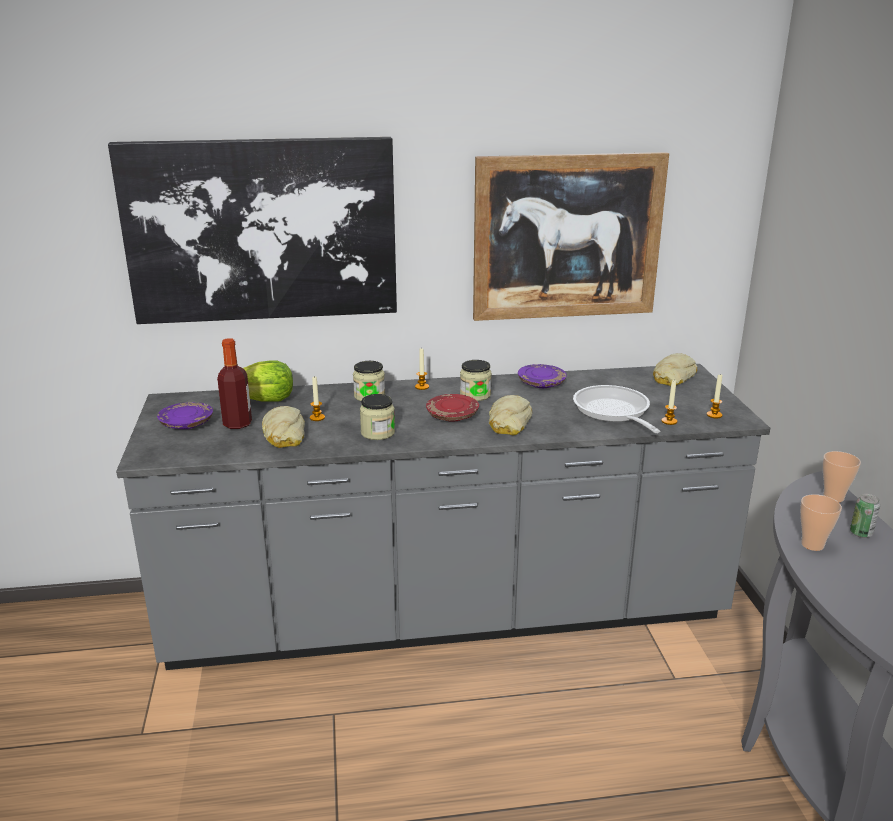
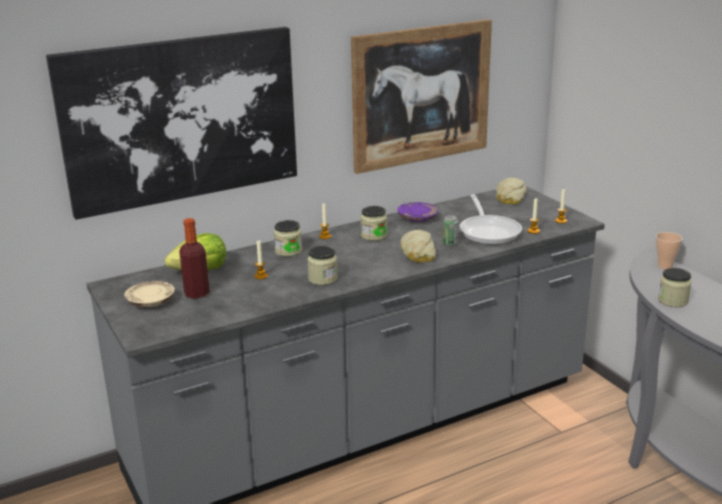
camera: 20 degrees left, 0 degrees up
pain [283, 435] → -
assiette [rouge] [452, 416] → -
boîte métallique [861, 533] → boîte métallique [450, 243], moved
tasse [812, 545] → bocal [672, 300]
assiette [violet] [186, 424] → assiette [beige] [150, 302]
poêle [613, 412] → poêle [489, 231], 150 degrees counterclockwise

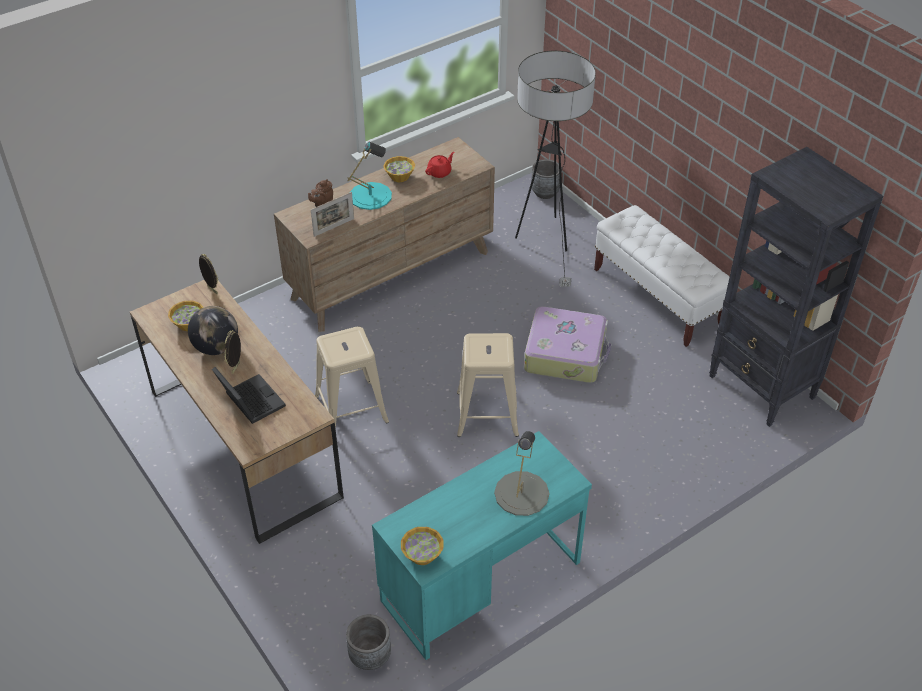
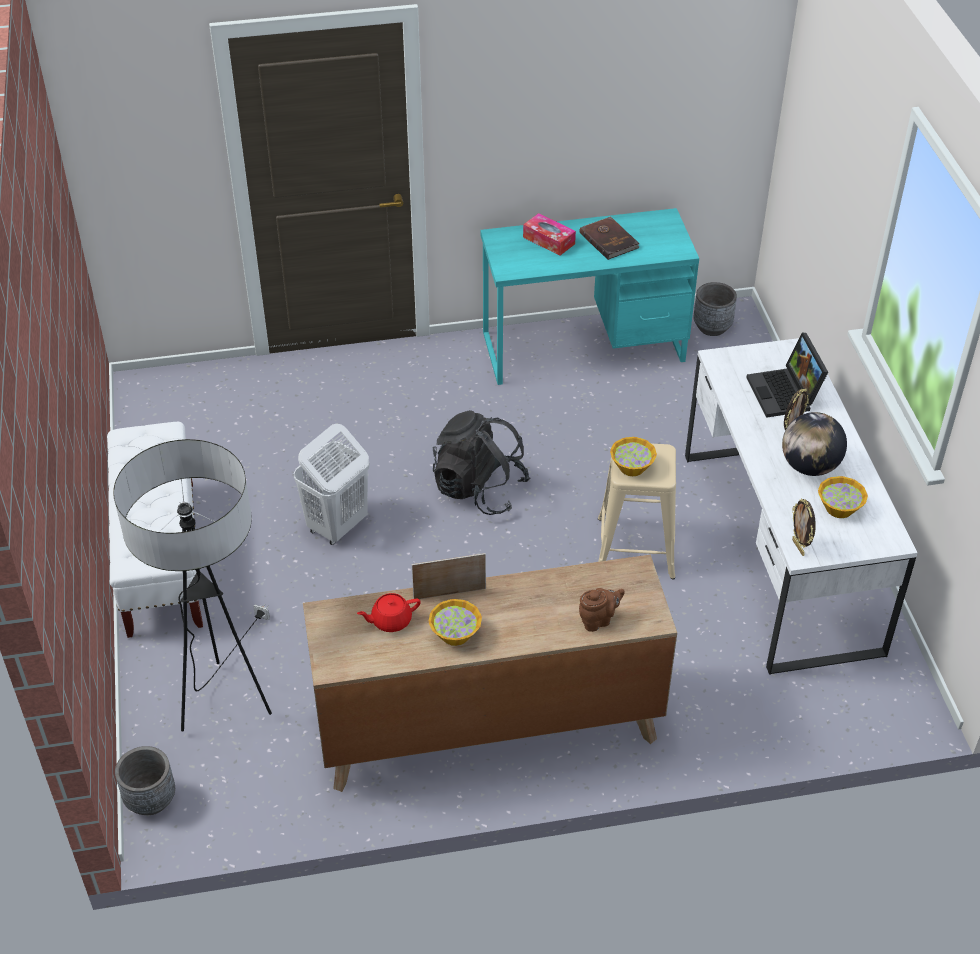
camera: 155 degrees left, 0 degrees up
lampe de table [turquoise] [370, 196] → -
bibliothèque [noir] [762, 388] → -
- → livre [marron] [609, 240]
cadre photo [334, 227] → cadre photo [449, 594], moved
bol [422, 555] → bol [632, 467], moved
tabouret [beige] [487, 413] → sac à dos [noir] [479, 489]
lampe de table [gris] [521, 493] → boîte à mouchoirs [549, 240]
valise [566, 353] → panier à linge [blanc] [337, 526]
bureau [marron] [244, 443] → bureau [blanc] [779, 550]

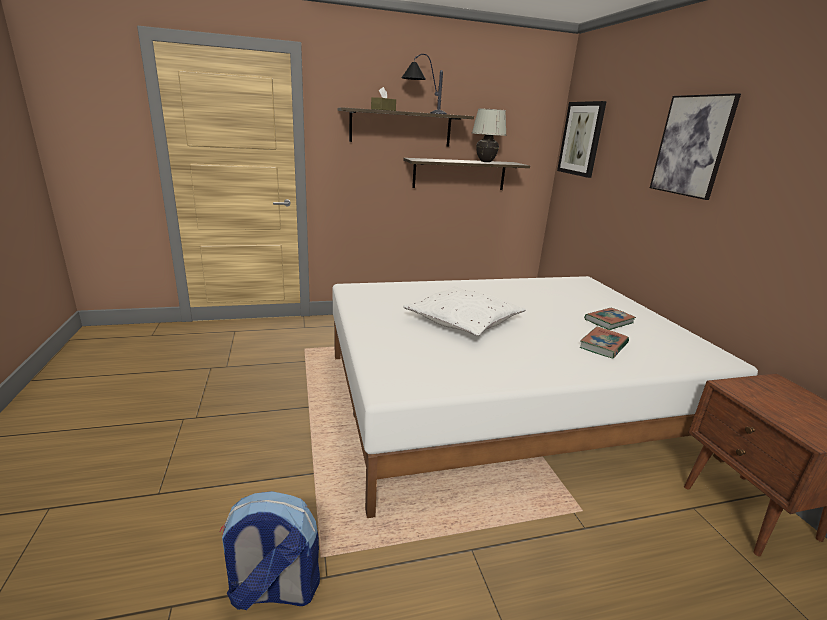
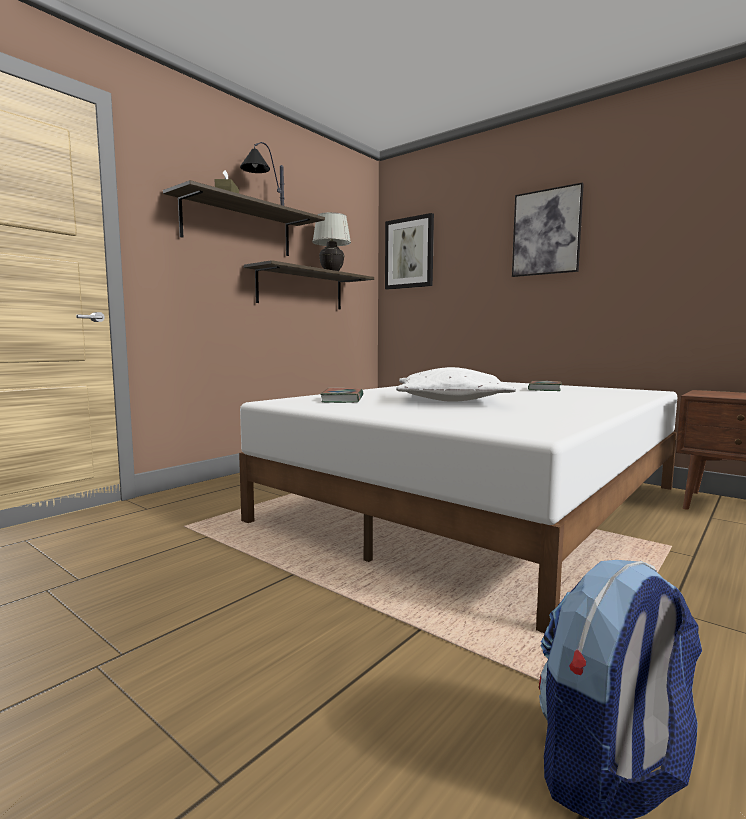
camera: 35 degrees left, 15 degrees down
livre [603, 345] → livre [342, 399], moved

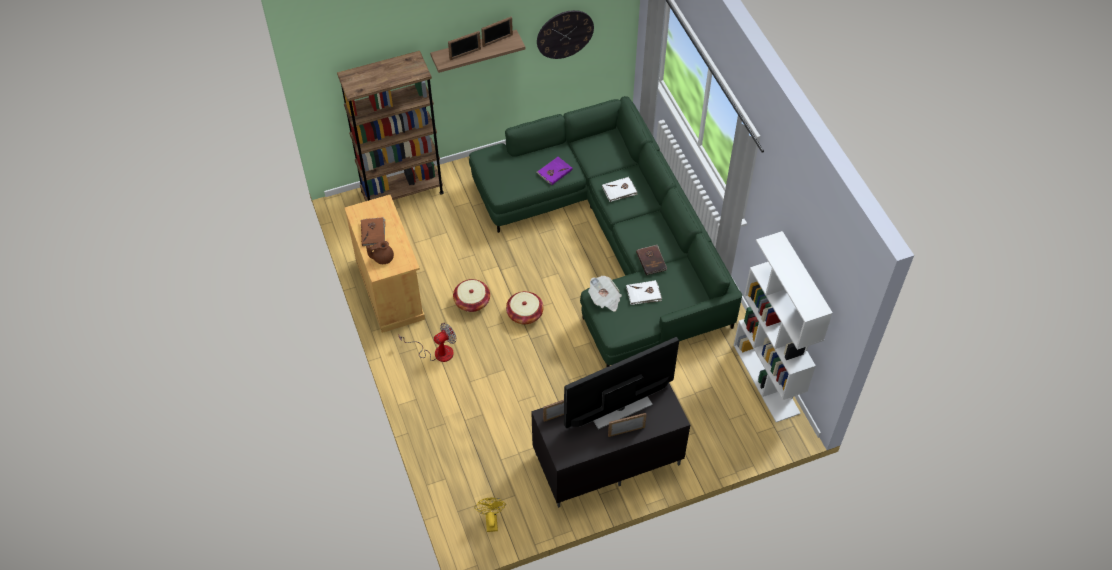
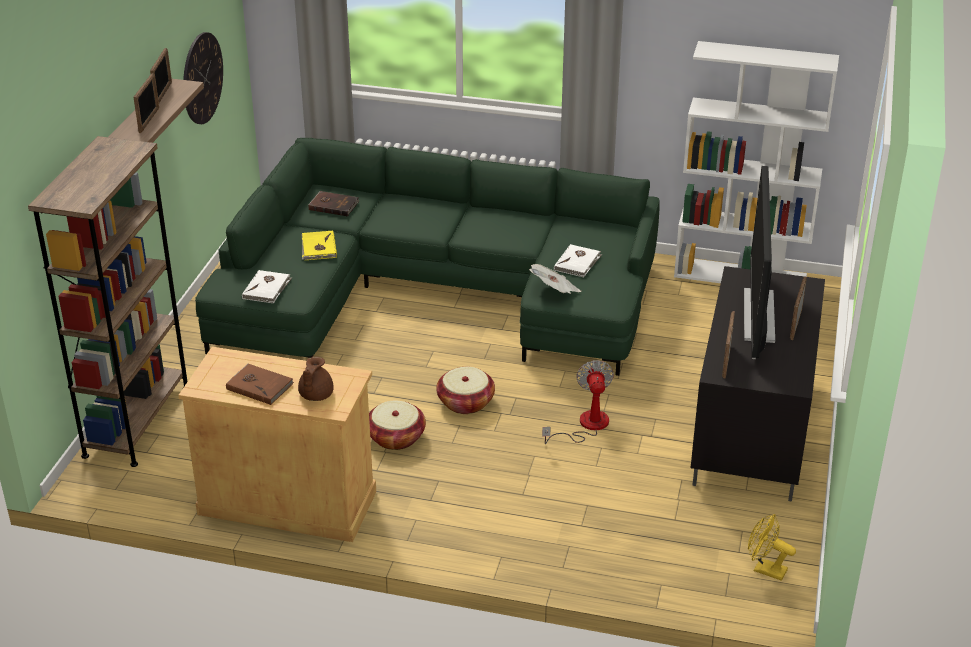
camera: 55 degrees left, 20 degrees down
ventilateur [436, 352] → ventilateur [585, 426], moved
livre [blanc] [619, 190] → livre [blanc] [267, 288], moved
livre [marron] [651, 260] → livre [marron] [333, 205], moved
livre [violet] [554, 171] → livre [jaune] [318, 248]

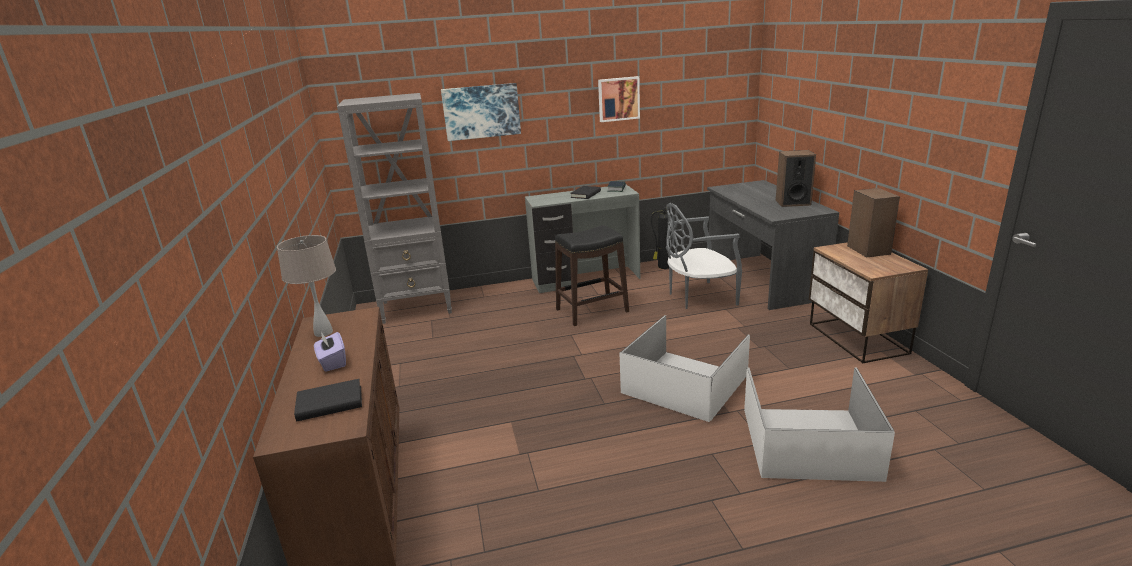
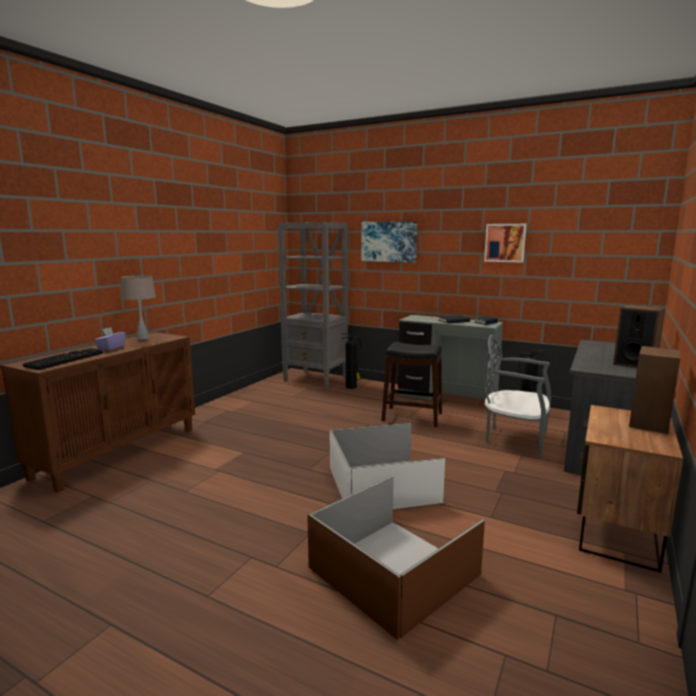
camera: 40 degrees right, 10 degrees down
- → extincteur [351, 387]
livre [noir] [330, 404] → clavier [65, 359]
boîte de rangement [blanc] [810, 442] → boîte de rangement [marron] [395, 572]

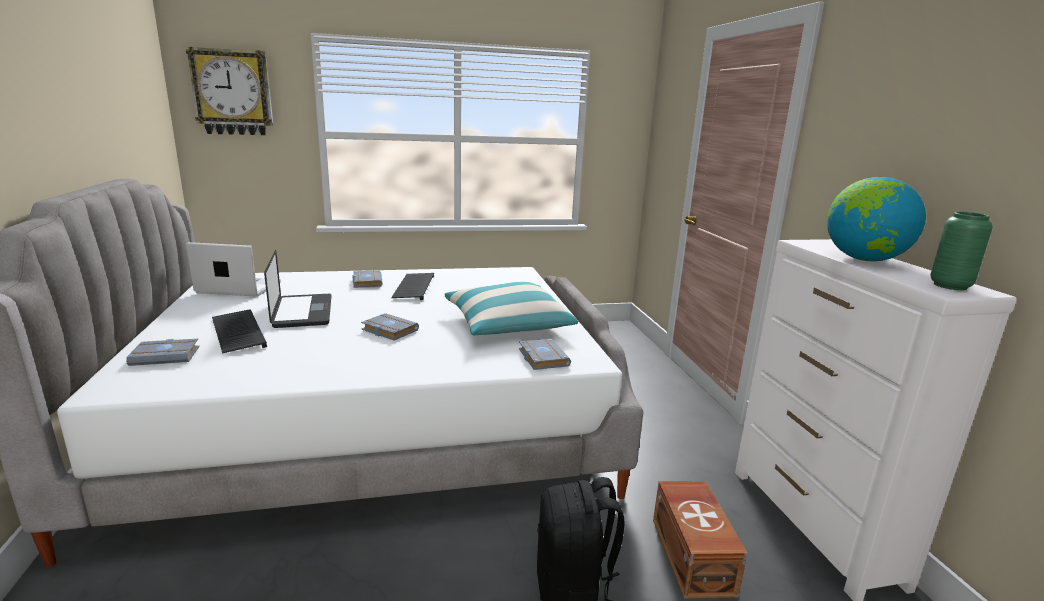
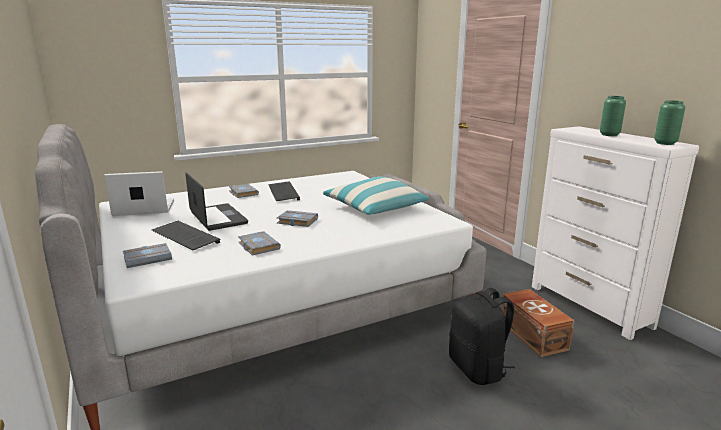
camera: 15 degrees left, 0 degrees up
horloge murale [233, 92] → -
livre [gris] [541, 358] → livre [gris] [257, 246], moved
globe [864, 259] → vase [vert] [609, 135]

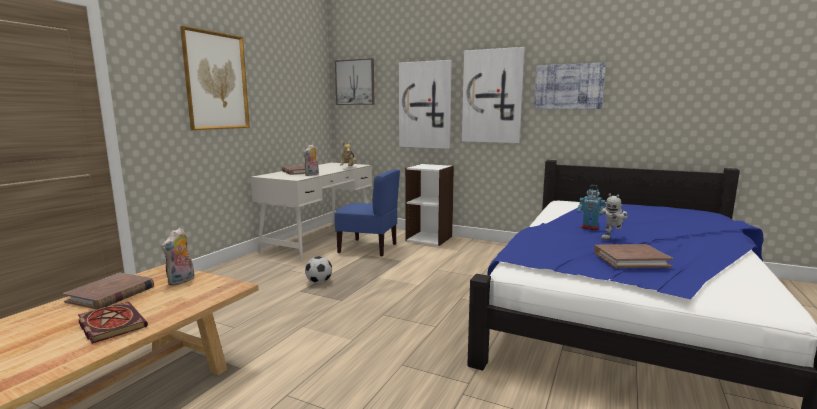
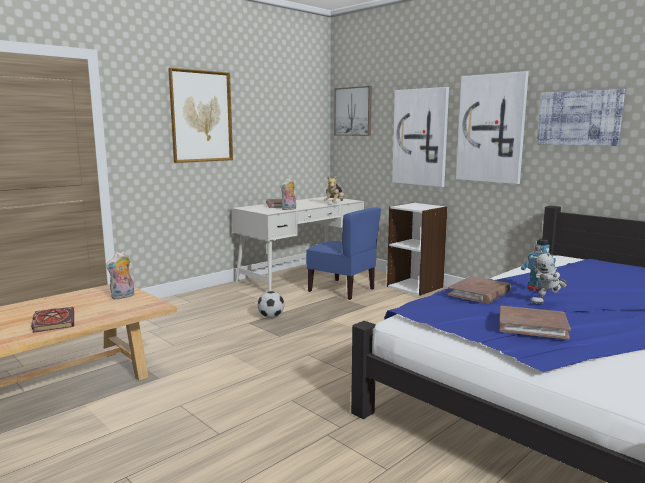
camera: 20 degrees right, 0 degrees up
livre [marron] [111, 294] → livre [marron] [479, 293], moved

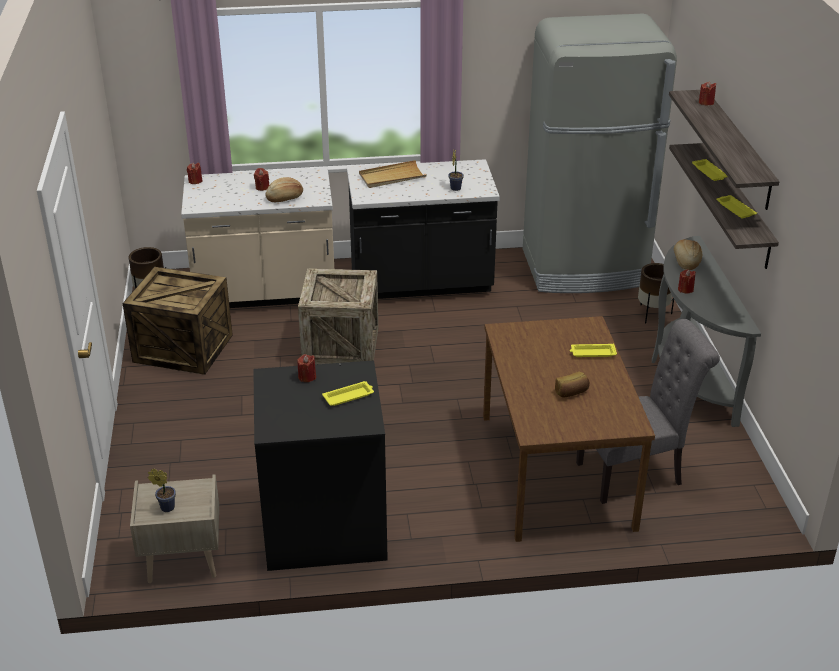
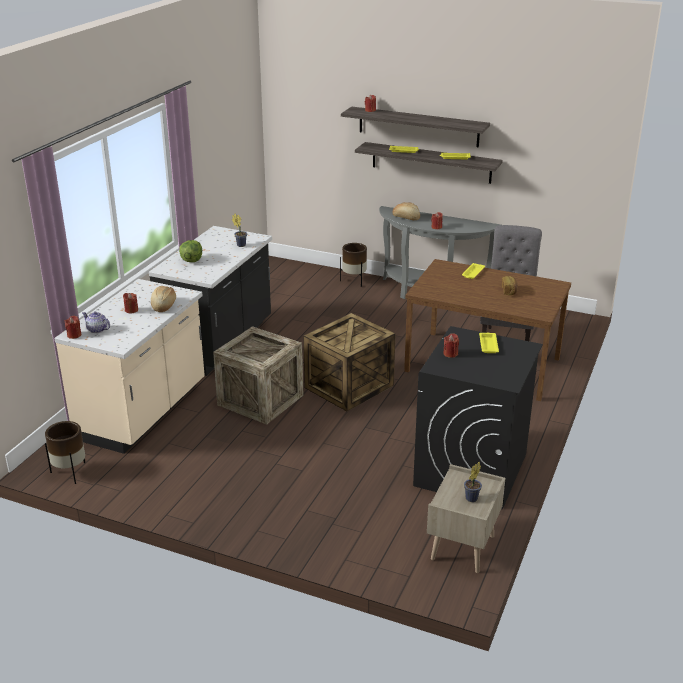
camera: 60 degrees left, 5 degrees down
réfrigérateur [gris] [585, 268] → -
- → théière [97, 330]
caisse [182, 349] → caisse [349, 387], moved
plateau [beige] [392, 177] → laitue [191, 260]

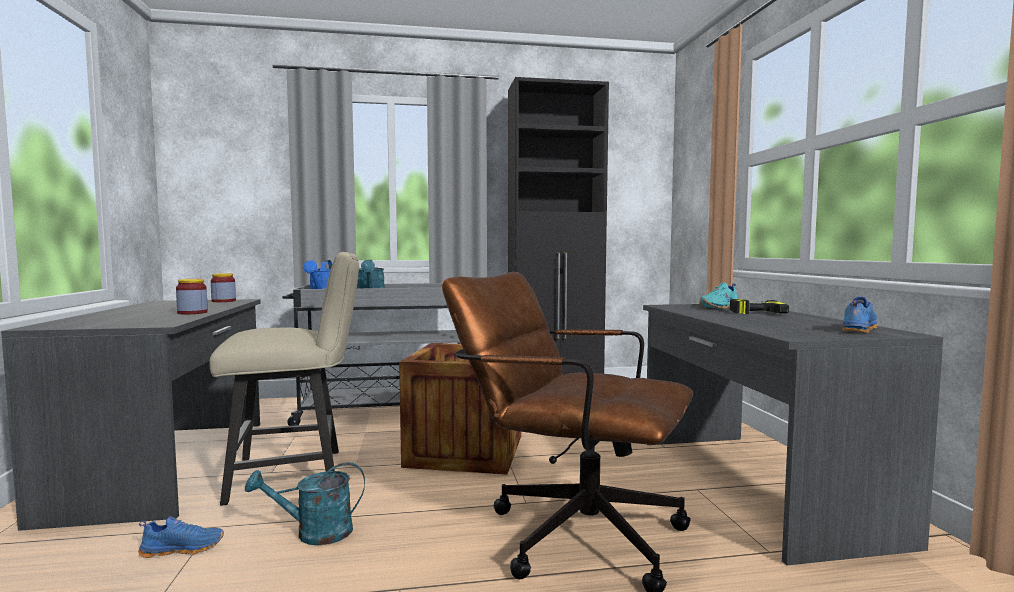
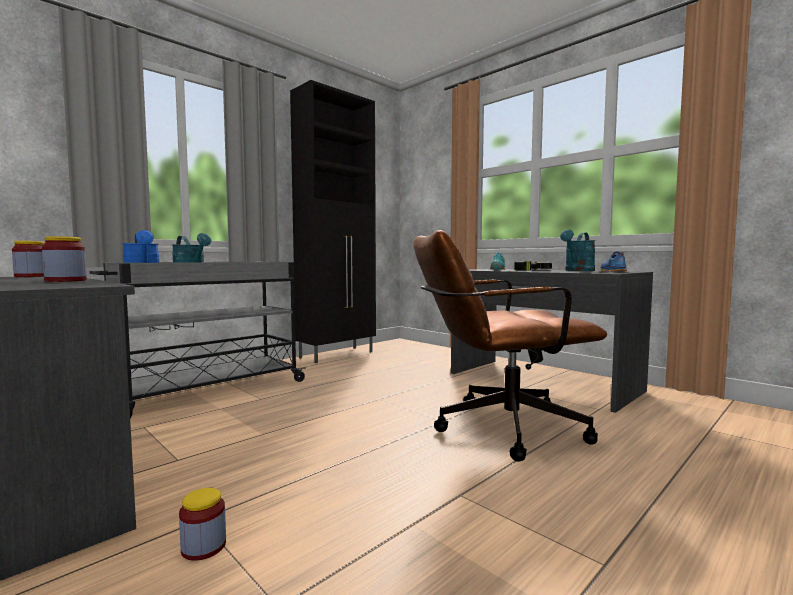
camera: 35 degrees left, 0 degrees up
chaise [beige] [297, 473] → -
caisse [465, 450] → -
arrosoir [turquoise] [314, 533] → arrosoir [turquoise] [577, 270], moved
chaussure [bleu] [183, 549] → bocal [203, 546]

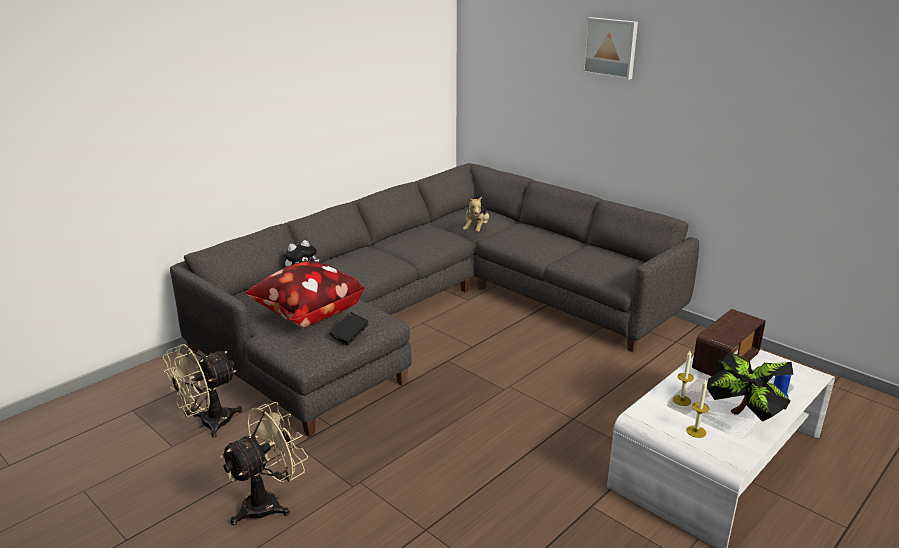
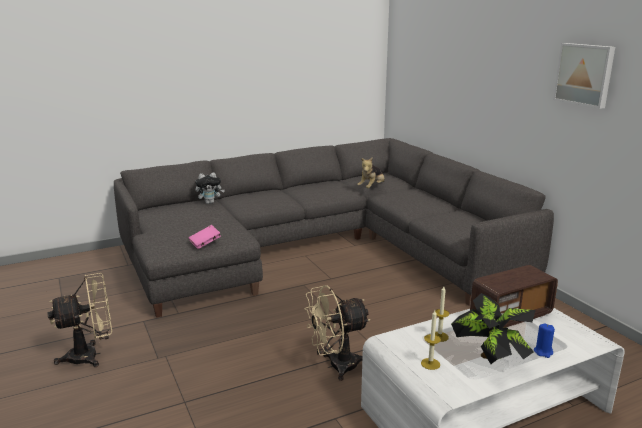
camera: 20 degrees right, 5 degrees down
coussin [307, 314] → -
ventilateur [beige] [208, 424] → ventilateur [beige] [336, 366], moved
tableau [611, 47] → tableau [585, 74], moved
livre [noir] [350, 336] → livre [rose] [205, 243]

